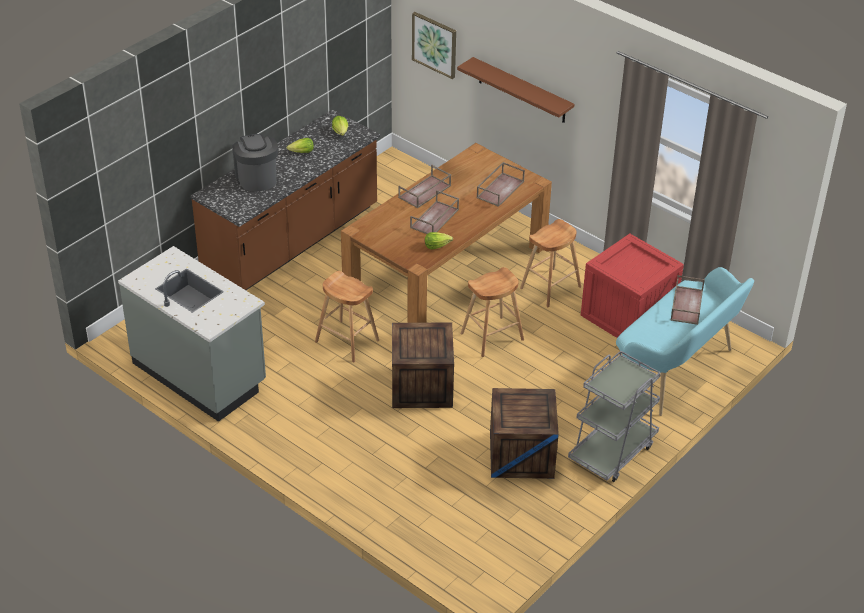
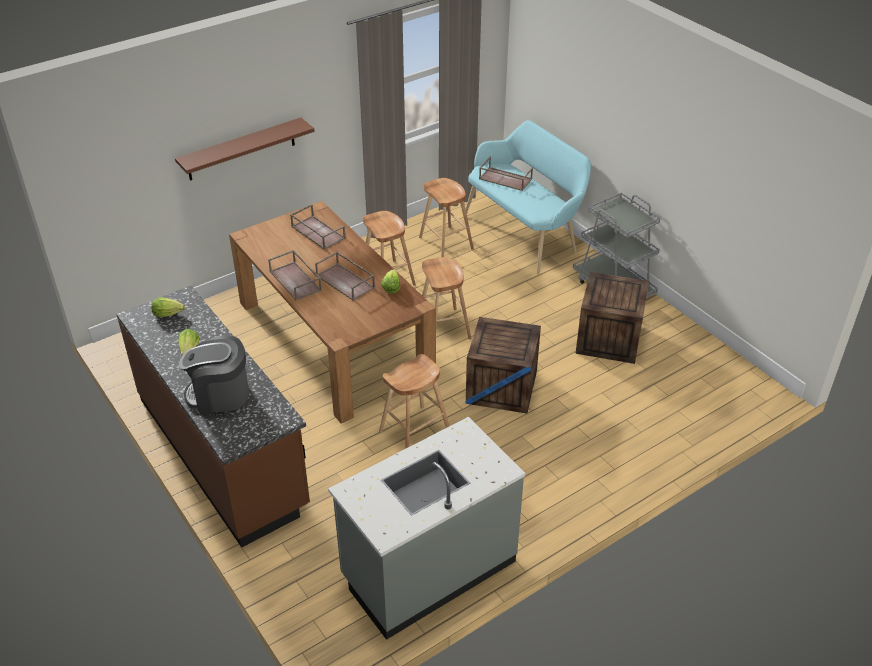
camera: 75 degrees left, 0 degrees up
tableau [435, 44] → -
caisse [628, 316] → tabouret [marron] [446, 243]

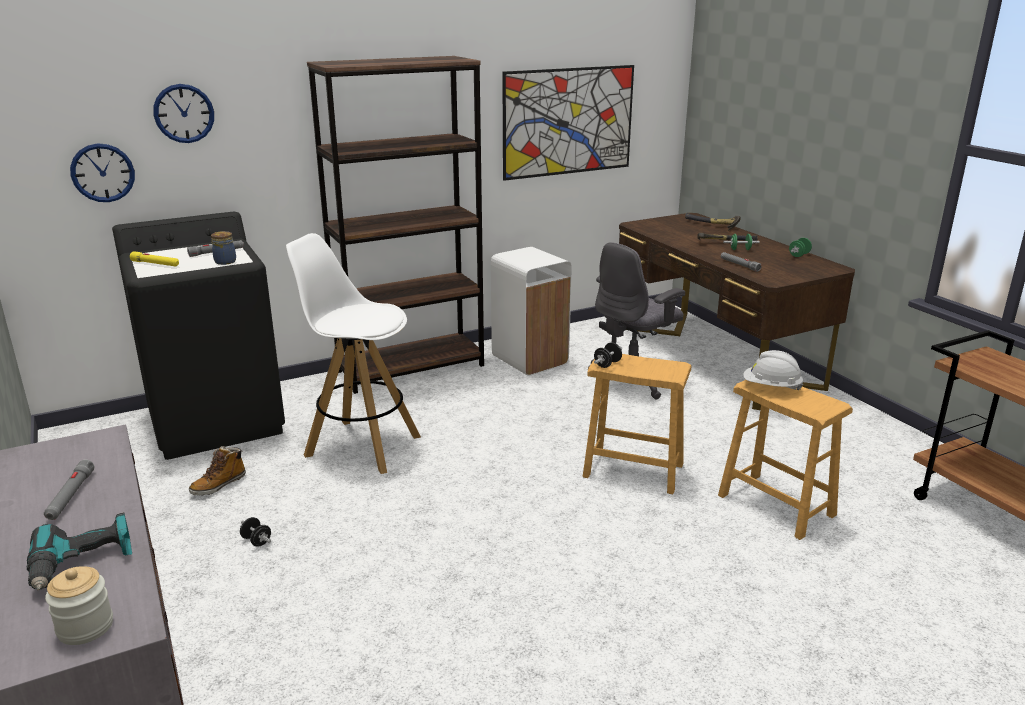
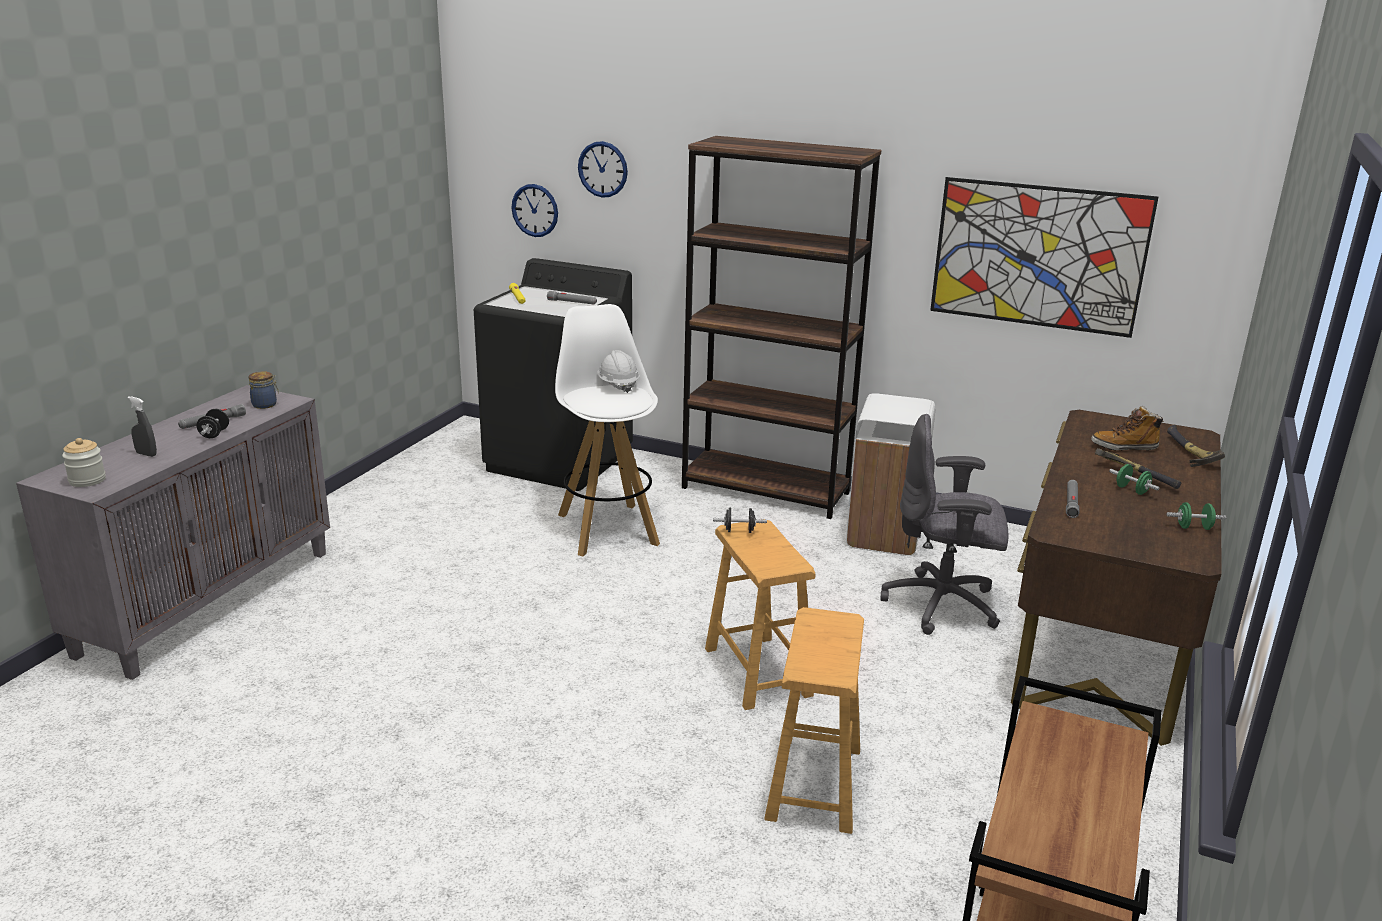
camera: 50 degrees right, 0 degrees up
botte [219, 485] → botte [1124, 447], moved
bocal [226, 261] → bocal [265, 405], moved
haltère [noir] [256, 541] → haltère [noir] [214, 434], moved
casque de chantier [blanc] [771, 387] → casque de chantier [blanc] [617, 385], moved
perceuse [82, 563] → vaporisateur [gris] [146, 454]

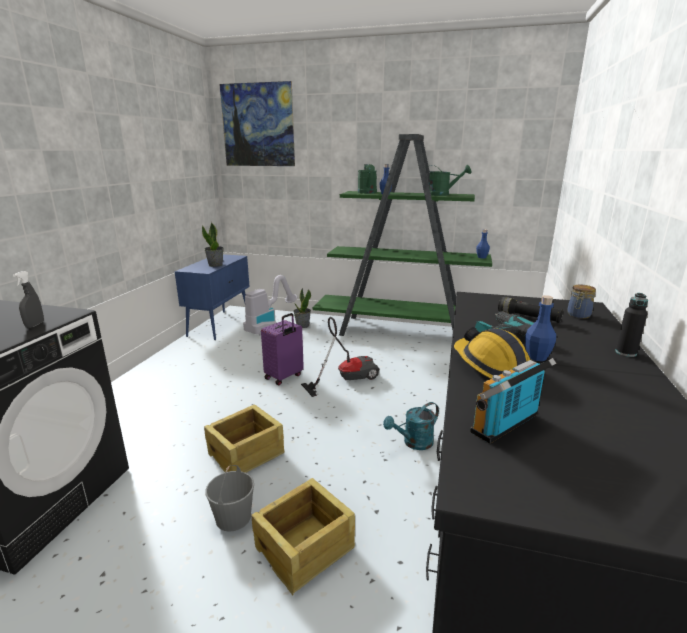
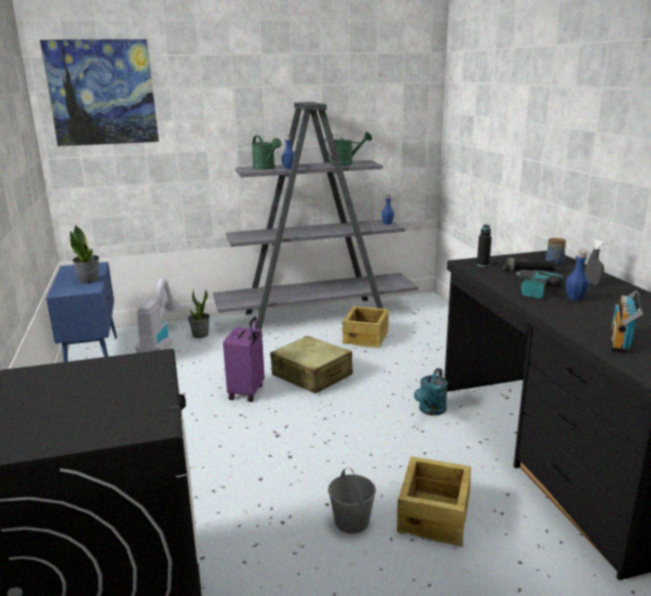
camera: 30 degrees left, 0 degrees up
casque de chantier [491, 366] → -
vaporisateur [gris] [35, 325] → vaporisateur [gris] [593, 283], moved
caisse [247, 454] → caisse [366, 337], moved
bouteille [noir] [625, 353] → bouteille [noir] [483, 265], moved
aspirateur [346, 378] → valise [beige] [312, 375]
bibliothèque [vert] [404, 332] → bibliothèque [gris] [317, 316]

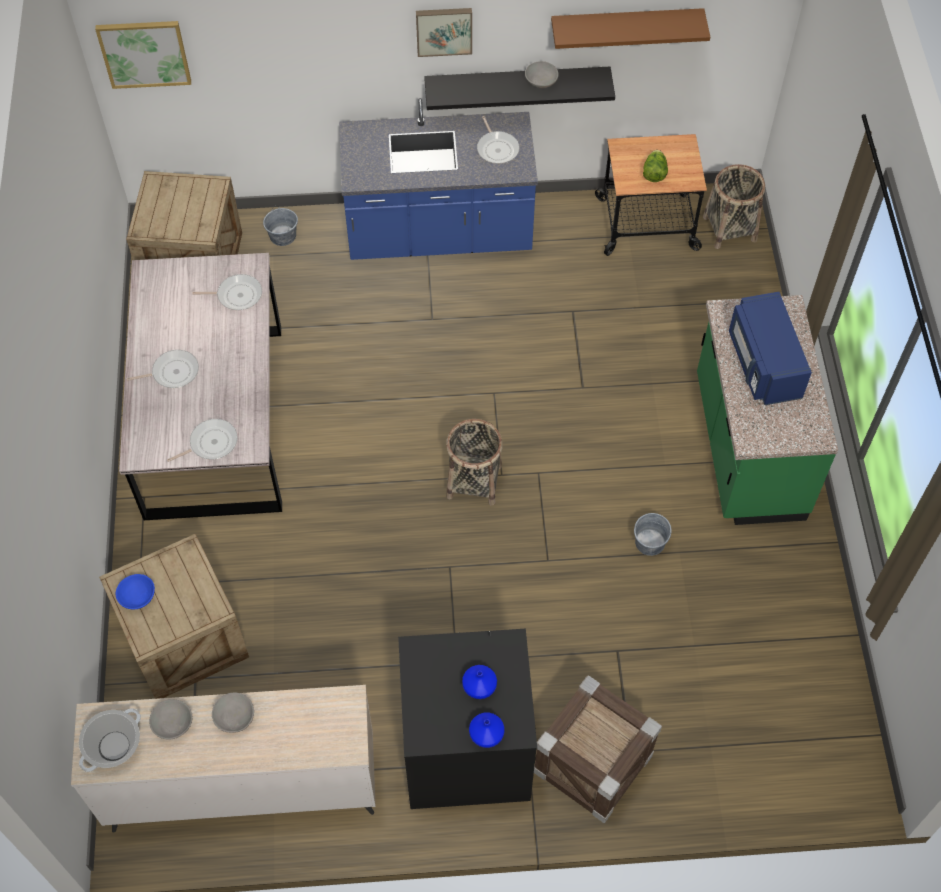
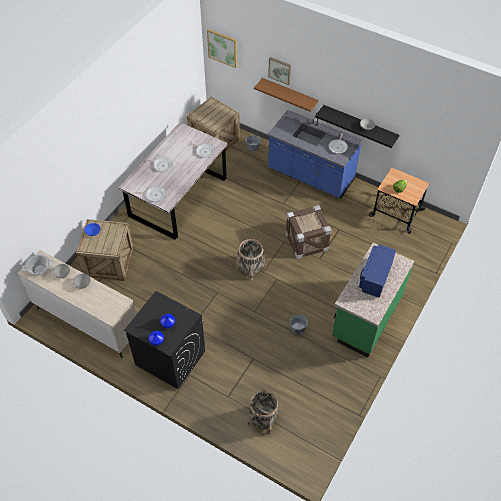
camera: 35 degrees right, 5 degrees down
tableau [444, 30] → tableau [280, 70], moved
caisse [592, 764] → caisse [306, 242], moved
étagère [marron] [626, 26] → étagère [marron] [289, 94], moved
panier [729, 228] → panier [263, 419], moved

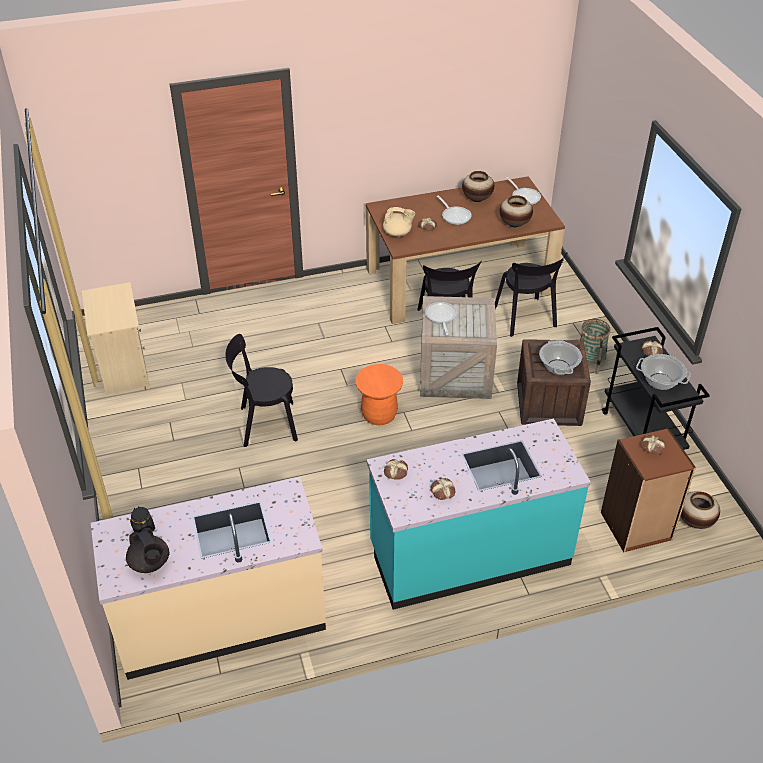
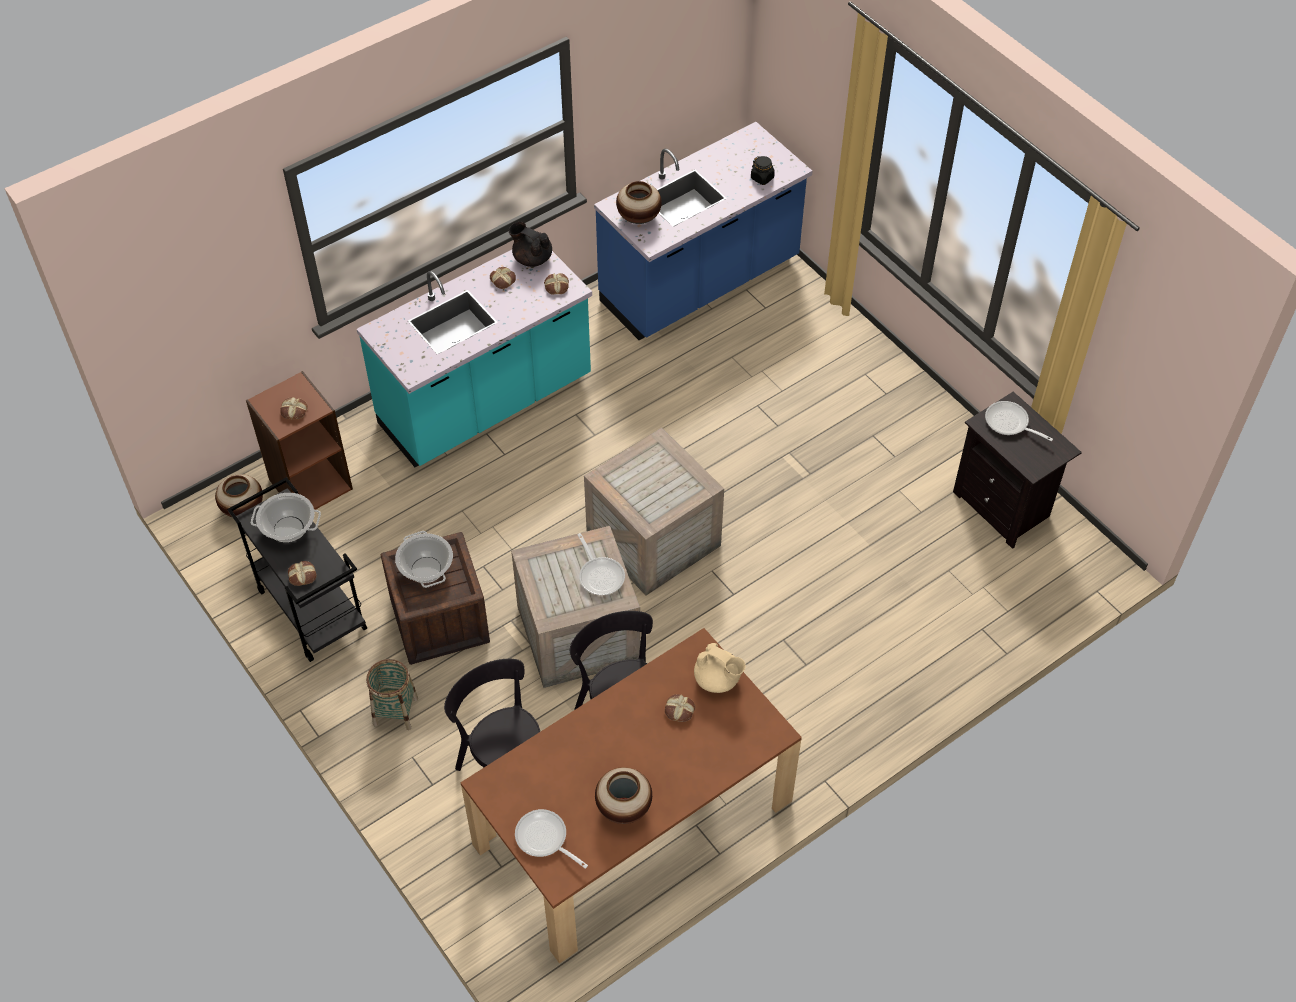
camera: 160 degrees right, 10 degrees up
chaise [noir] [265, 424] → -
théière [noir] [150, 563] → théière [noir] [532, 258], moved
poêle [455, 216] → poêle [1010, 423], moved
vase [514, 224] → vase [639, 218], moved
tabouret [orange] [379, 415] → caisse [651, 539]
table de chevet [beige] [124, 371] → table de chevet [noir] [1004, 506]
comptoir de cuisine [beige] [221, 618] → comptoir de cuisine [bleu] [700, 283]
théière [beige] [398, 233] → théière [beige] [718, 679], 135 degrees counterclockwise

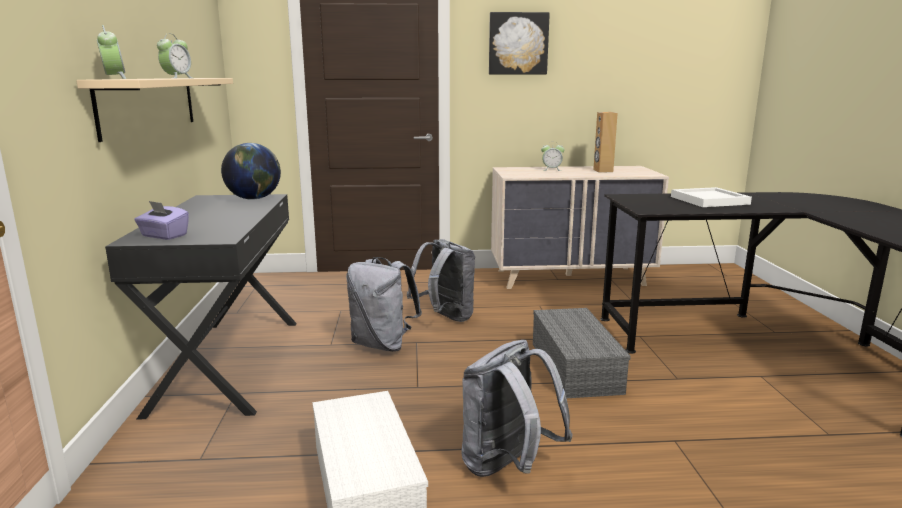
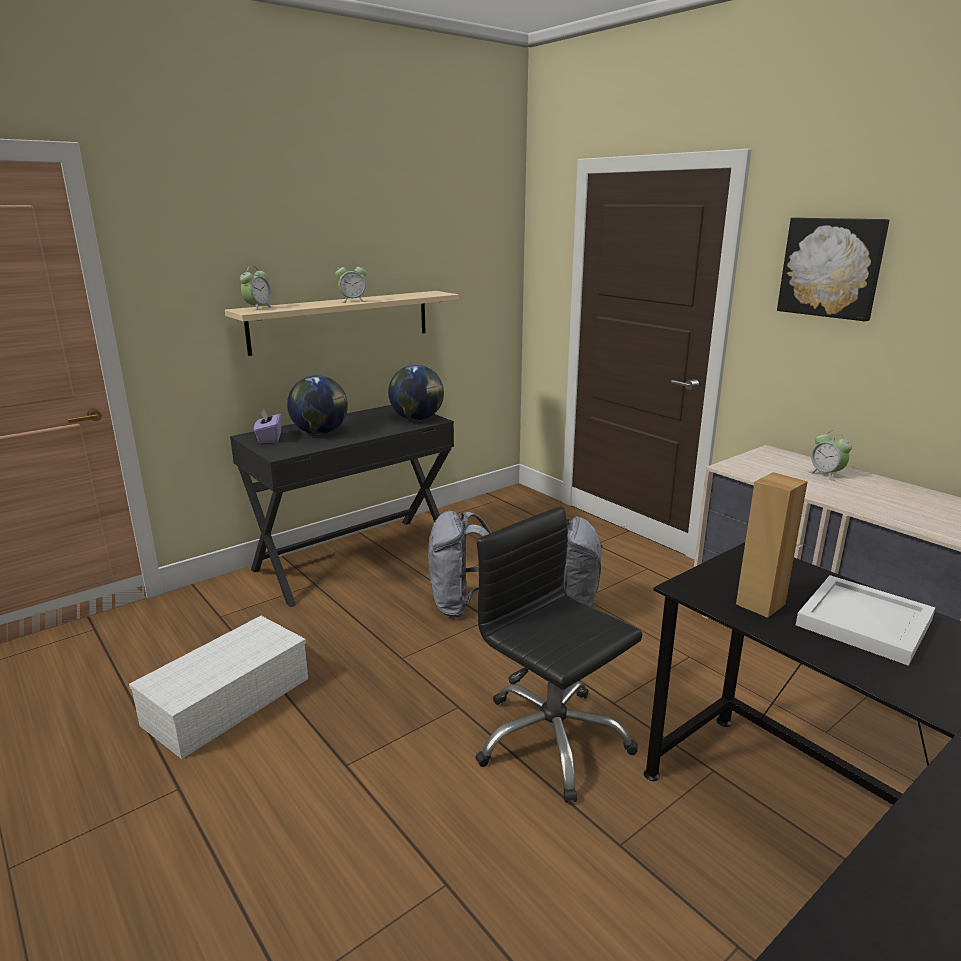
camera: 55 degrees right, 5 degrees up
sac à dos [gris] [507, 467] → -
- → globe [320, 433]
enceinte [marron] [602, 171] → enceinte [marron] [759, 604], moved
boîte de rangement [gris] [573, 366] → chaise de bureau [noir] [551, 740]

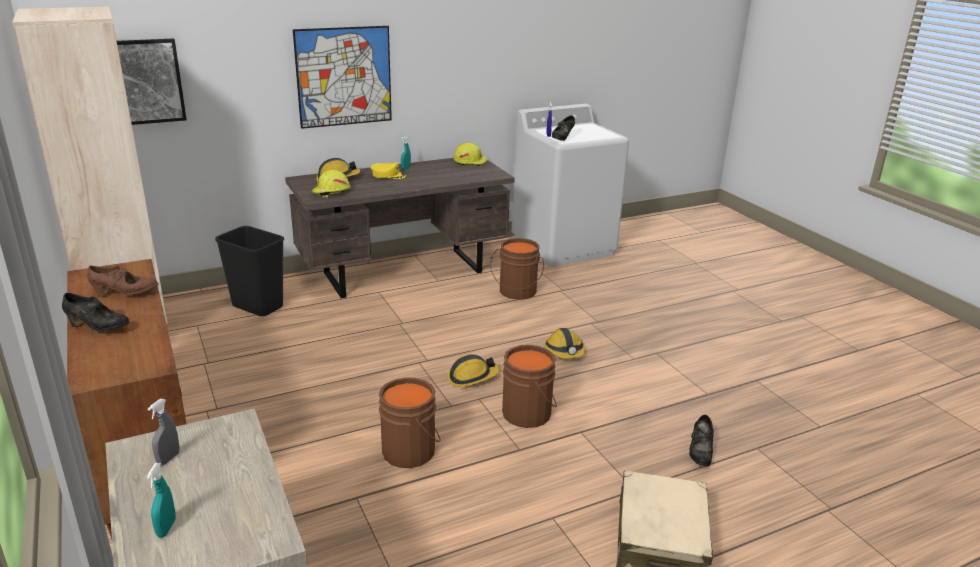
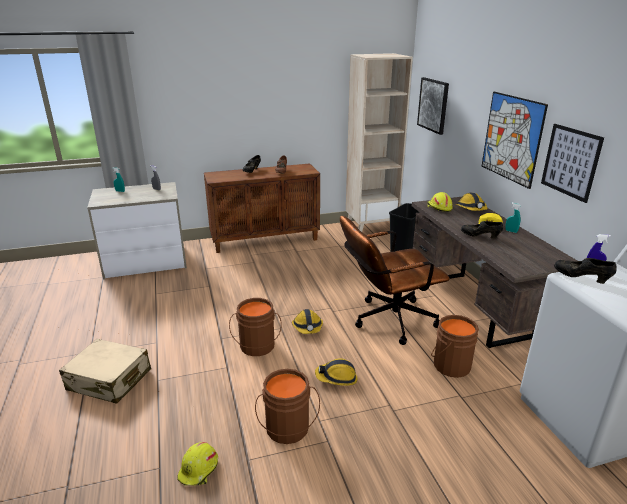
camera: 100 degrees right, 0 degrees up
- → chaise de bureau [marron] [387, 320]
- → tableau [570, 162]
seau [marron] [411, 451] → seau [marron] [287, 429], moved
casque de chantier [jaune] [470, 162] → casque de chantier [jaune] [199, 469], moved
chaussure [noir] [700, 453] → chaussure [noir] [480, 236], moved

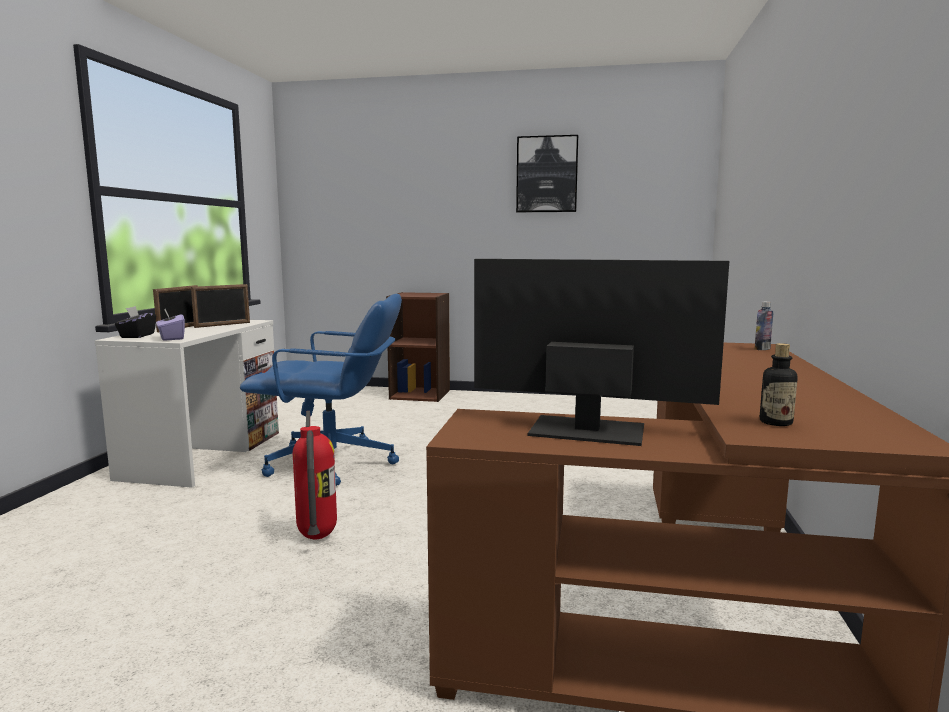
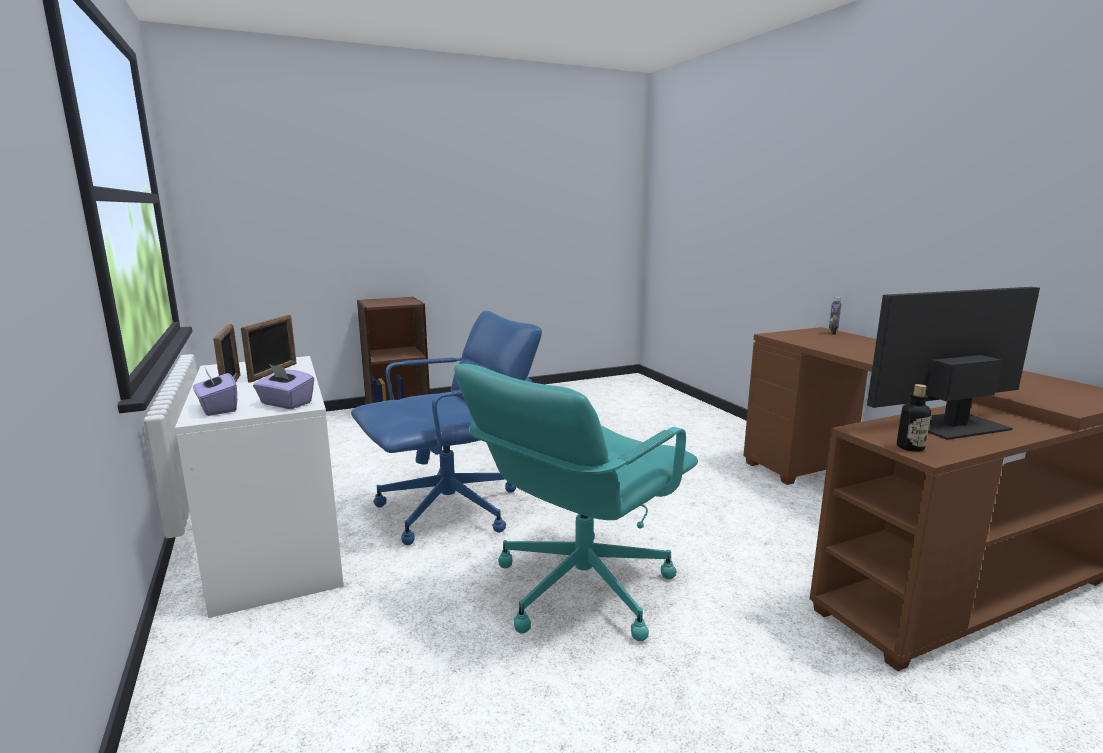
camera: 35 degrees left, 5 degrees up
tableau [547, 174] → -
bouteille [775, 422] → bouteille [910, 447], moved
extincteur [316, 537] → chaise de bureau [turquoise] [580, 587]
boîte à mouchoirs [noir] [137, 336] → boîte à mouchoirs [violet] [217, 409]

